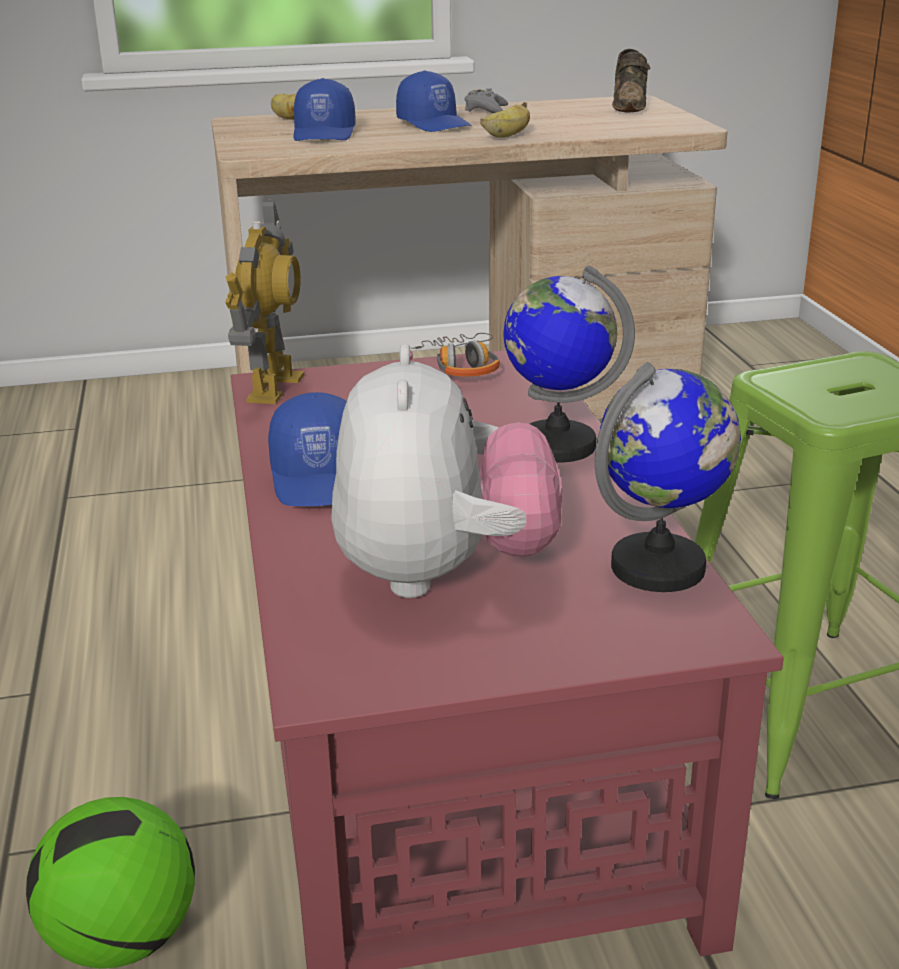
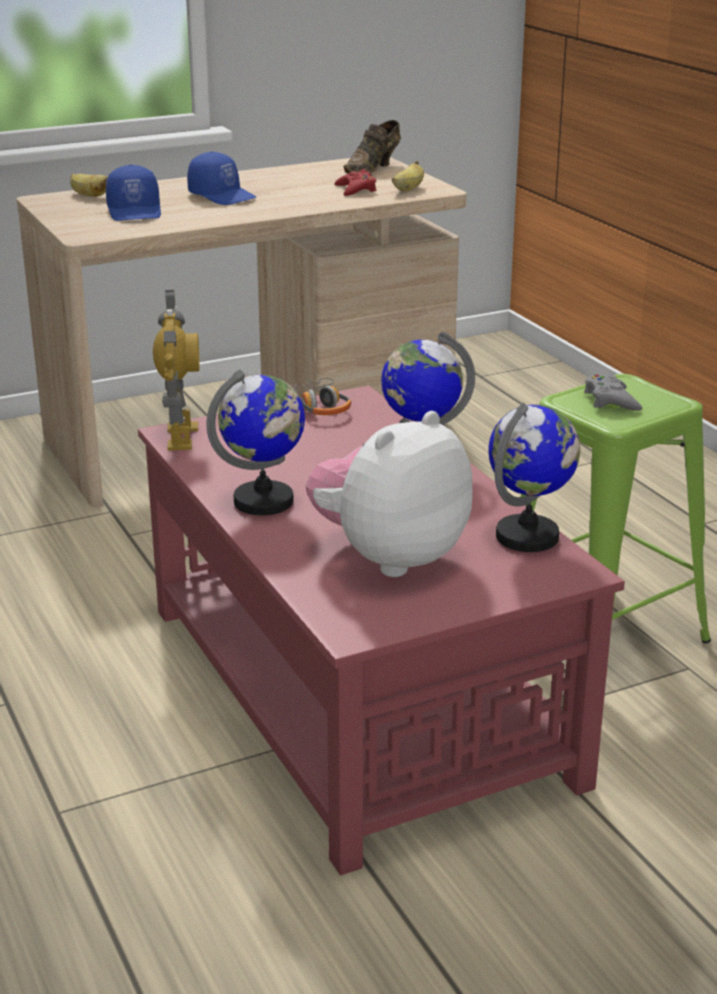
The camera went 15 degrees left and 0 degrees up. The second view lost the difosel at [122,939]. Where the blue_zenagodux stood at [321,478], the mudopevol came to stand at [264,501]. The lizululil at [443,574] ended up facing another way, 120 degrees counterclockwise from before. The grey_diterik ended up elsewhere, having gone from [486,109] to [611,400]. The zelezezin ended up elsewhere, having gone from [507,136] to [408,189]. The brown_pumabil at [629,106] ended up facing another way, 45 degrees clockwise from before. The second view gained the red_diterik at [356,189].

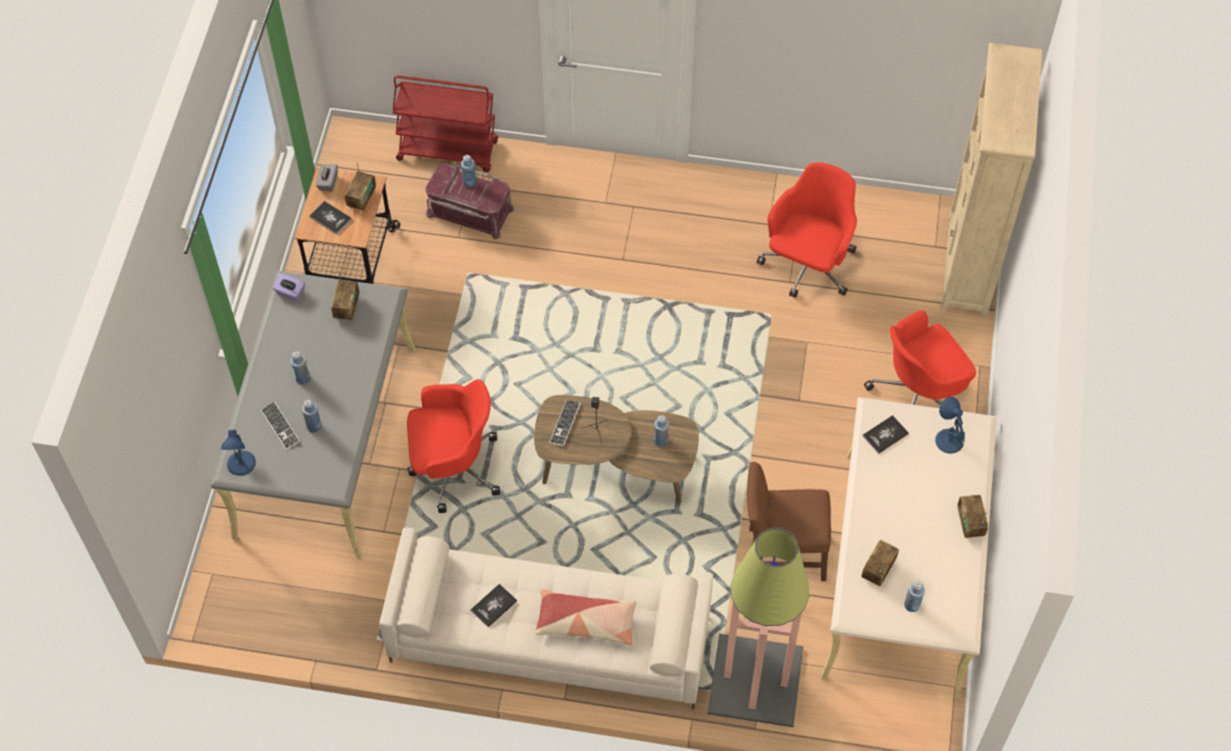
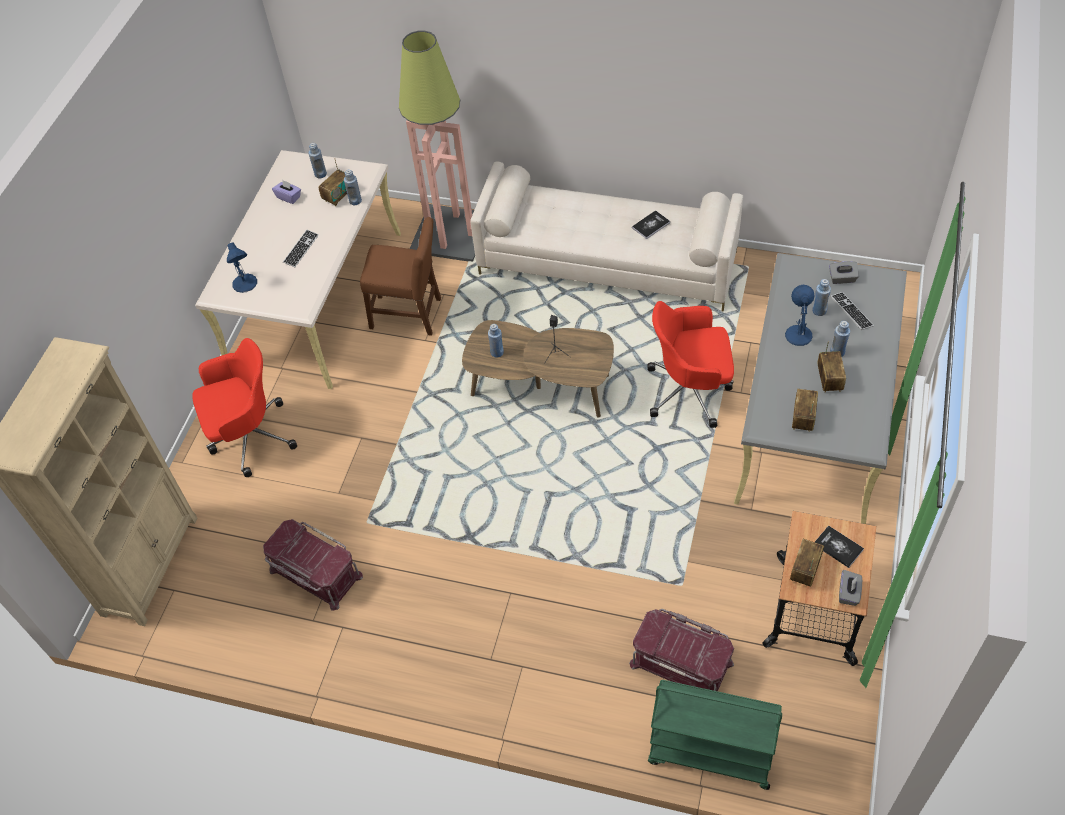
The camera went 170 degrees left and 5 degrees down. The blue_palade ended up elsewhere, having gone from [241,464] to [798,334]. The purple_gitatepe ended up elsewhere, having gone from [290,292] to [289,197]. What was the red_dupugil at [448,150] turned into the green_dupugil at [710,753]. The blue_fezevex ended up elsewhere, having gone from [469,182] to [355,201]. The second view lost the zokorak at [586,622]. The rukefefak ended up elsewhere, having gone from [565,423] to [301,249]. Where the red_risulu stood at [808,266], the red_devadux came to stand at [314,574]. The second view lost the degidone at [885,435]. The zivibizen ended up elsewhere, having gone from [970,523] to [829,380]. The second view gained the grey_gitatepe at [842,279].

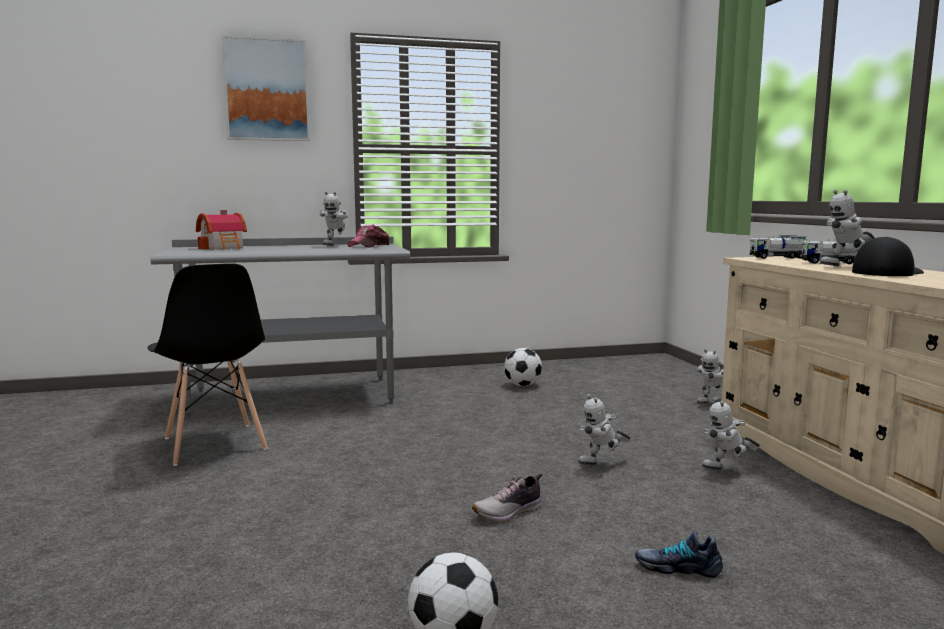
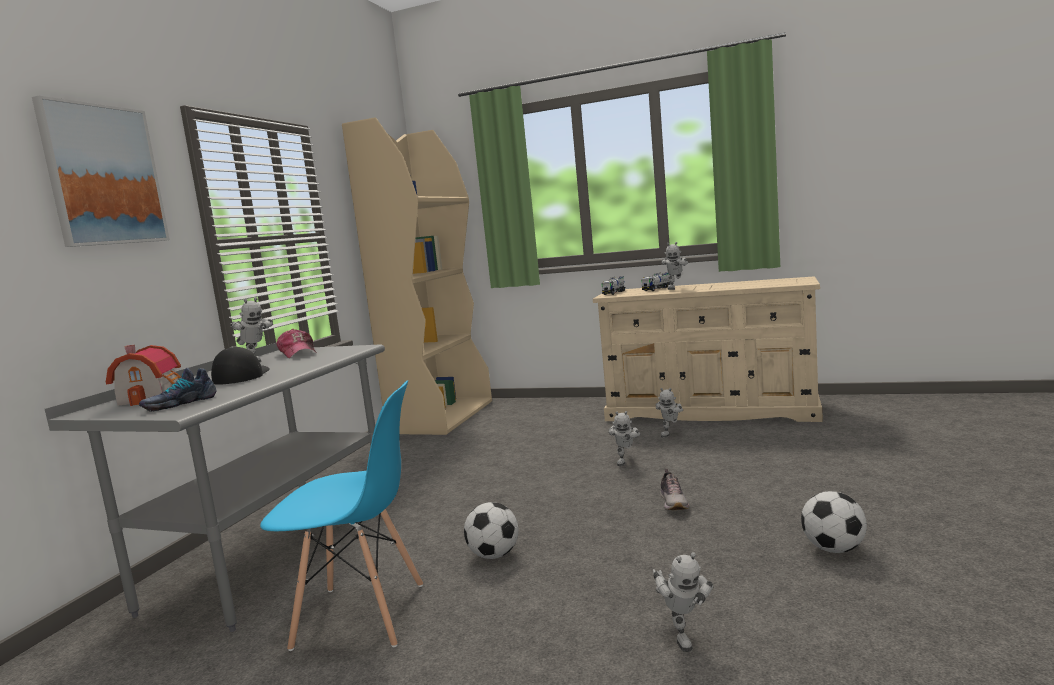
The camera went 55 degrees left and 0 degrees up. What was the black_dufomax at [214,444] turned into the blue_dufomax at [361,616]. The difosel ended up elsewhere, having gone from [522,385] to [494,555]. The pumabil ended up elsewhere, having gone from [677,567] to [180,403]. The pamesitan ended up elsewhere, having gone from [711,402] to [682,635]. The zenagodux ended up elsewhere, having gone from [886,272] to [241,376]. The second view gained the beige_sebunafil at [442,416].

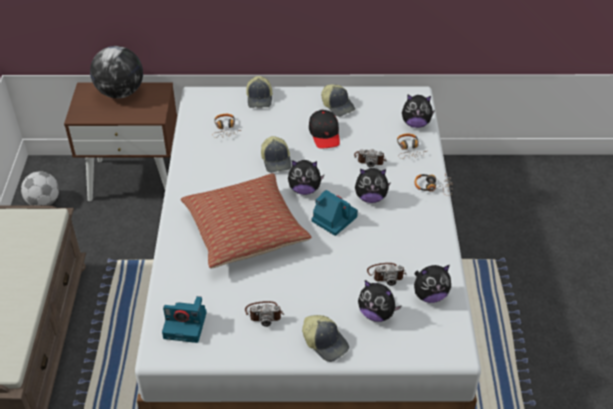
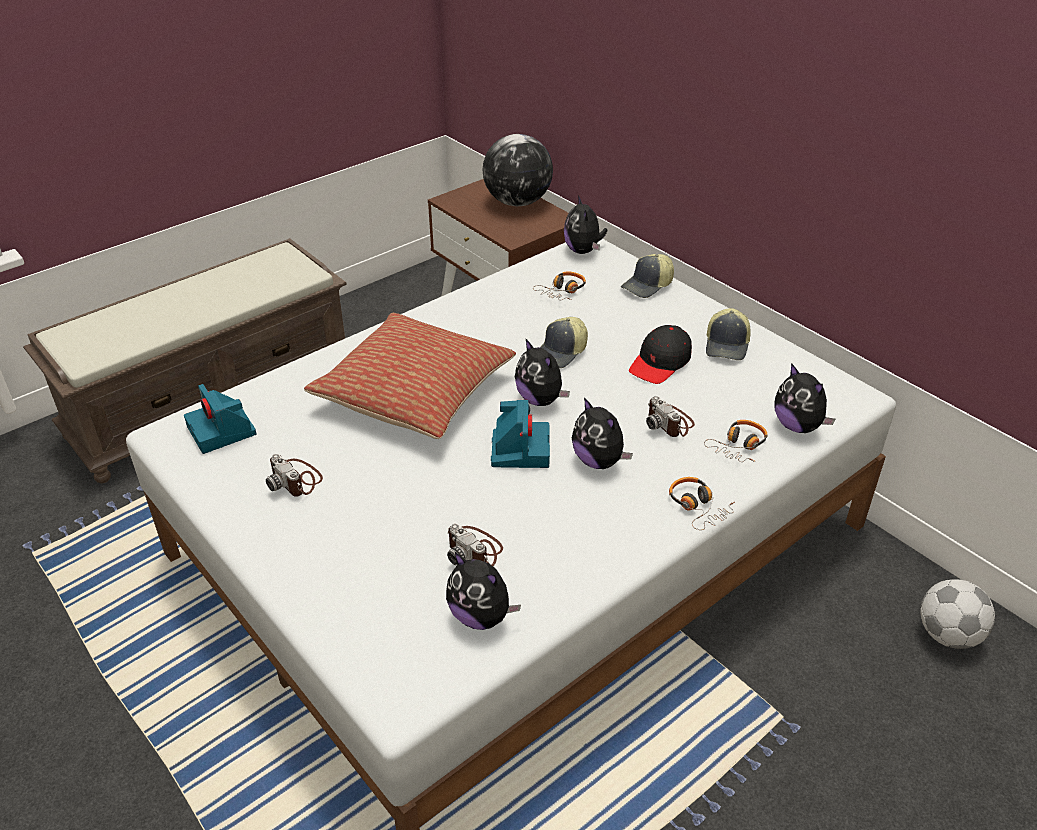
The camera went 50 degrees right and 5 degrees down. The difosel ended up elsewhere, having gone from [44,202] to [948,635]. The second view lost the zenagodux at [325,342]. The lizululil ended up elsewhere, having gone from [376,314] to [583,251].

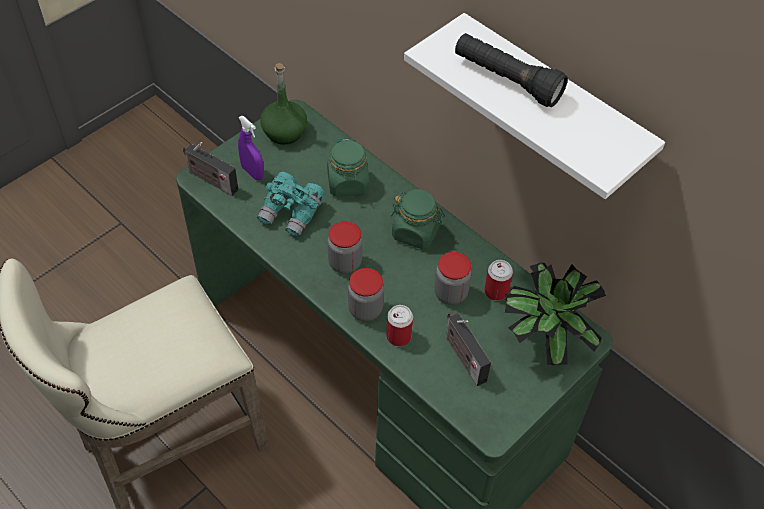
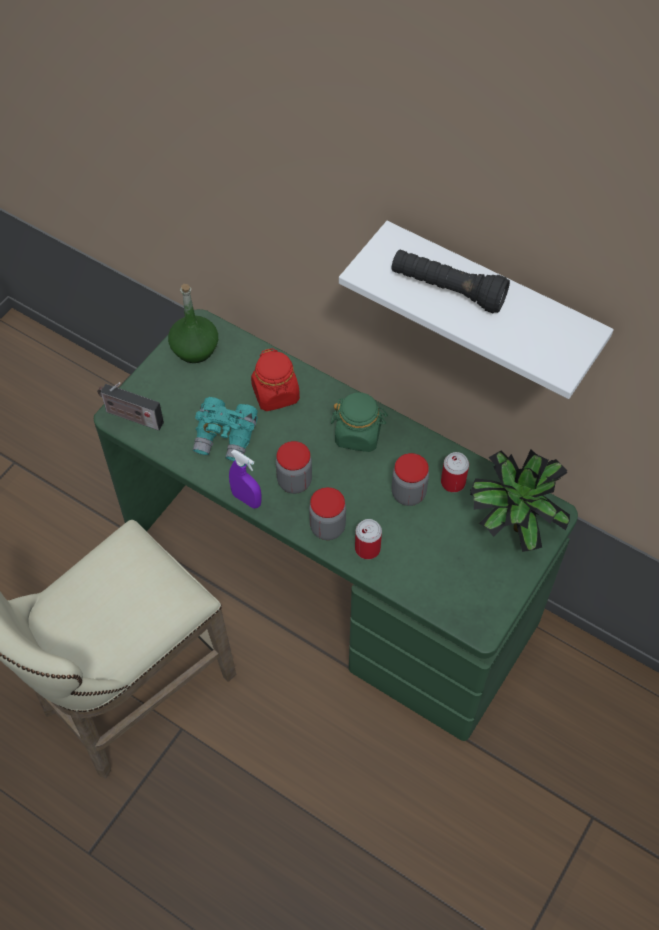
The camera went 10 degrees left and 5 degrees up. The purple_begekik ended up elsewhere, having gone from [252,172] to [246,499]. What was the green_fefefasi at [348,183] turned into the red_fefefasi at [276,394]. The second view lost the zivibizen at [463,357].

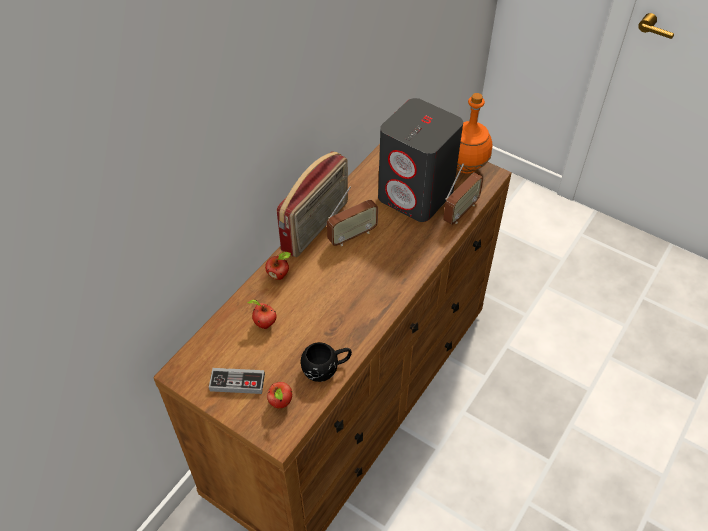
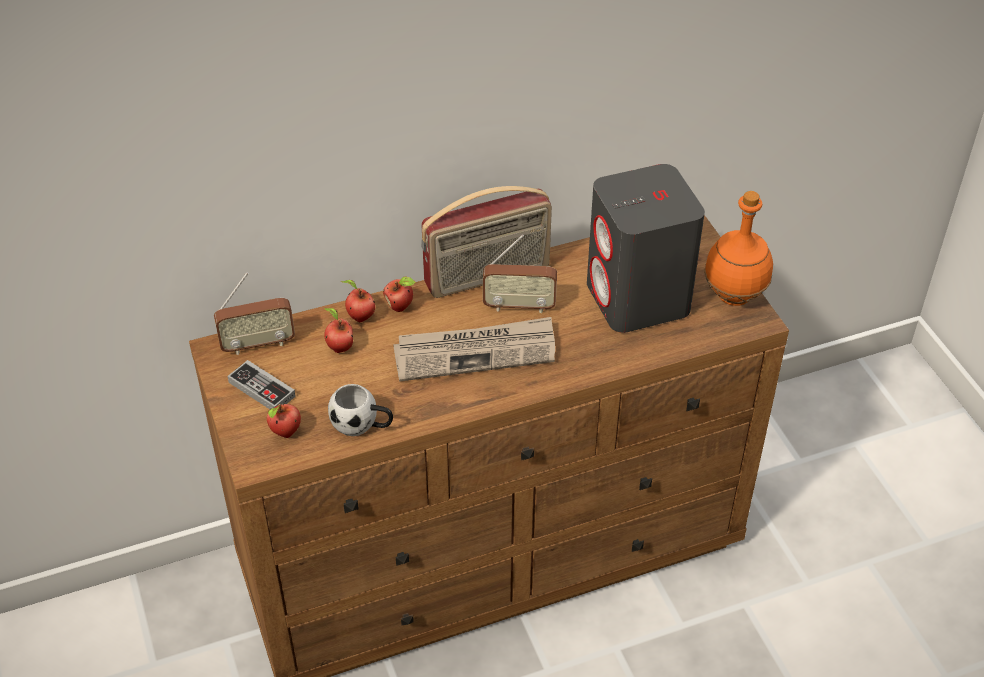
The camera went 35 degrees right and 5 degrees down. What was the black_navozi at [326,368] turned into the white_navozi at [362,425]. The zivibizen ended up elsewhere, having gone from [460,212] to [258,344]. The second view gained the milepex at [359,317]. The second view gained the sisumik at [476,352].

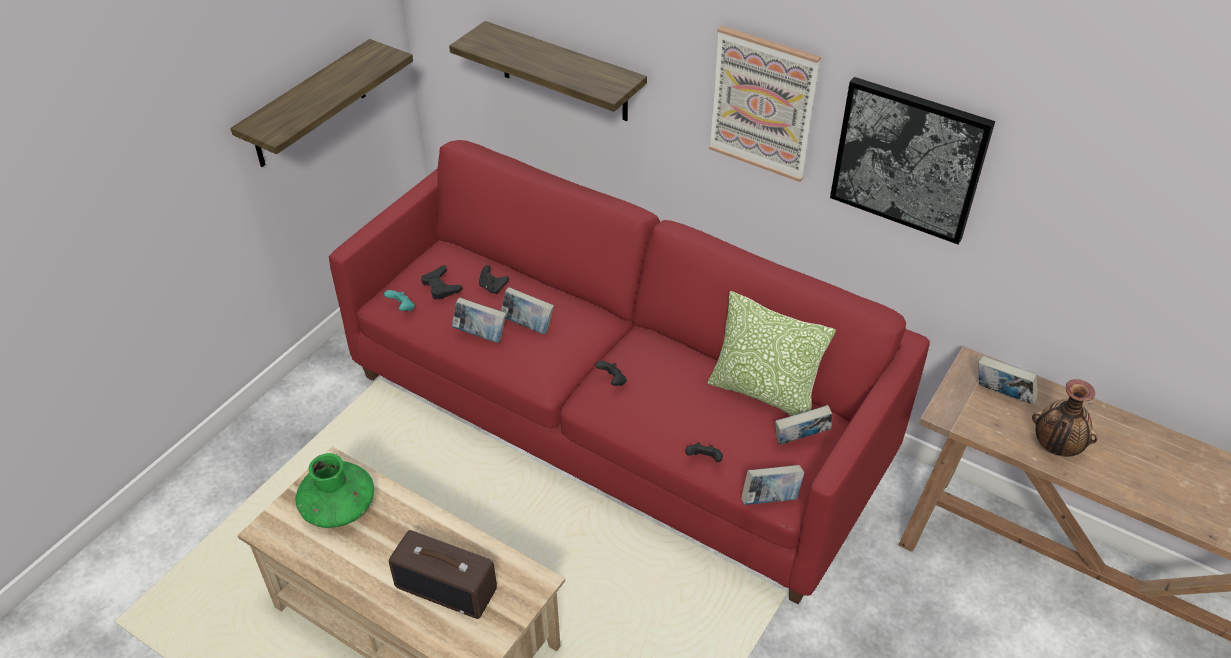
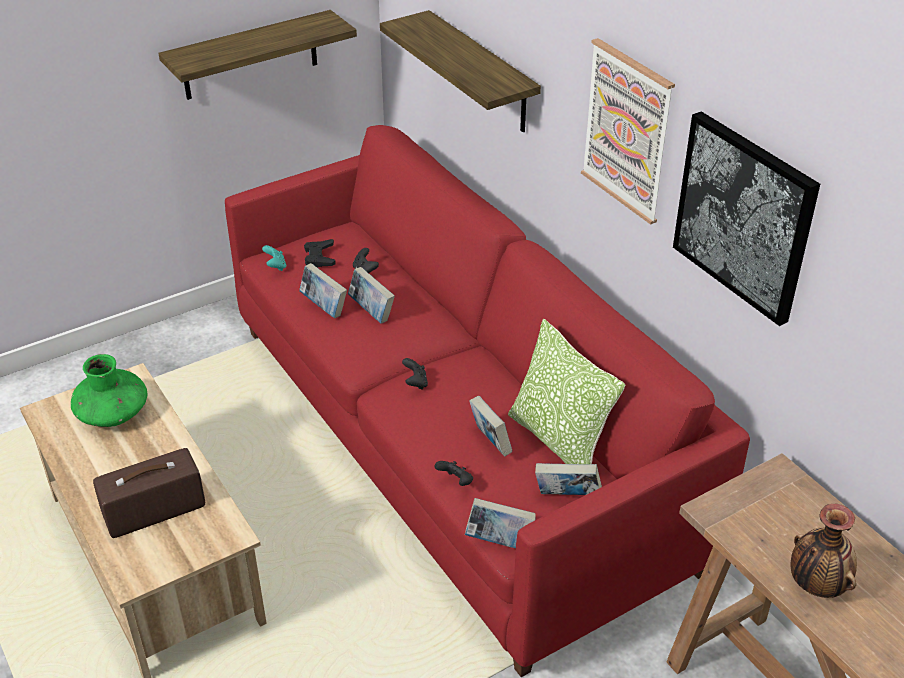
The camera went 25 degrees right and 5 degrees down. The zivibizen at [447,587] ended up facing another way, 105 degrees clockwise from before. The degidone ended up elsewhere, having gone from [1001,395] to [490,442].

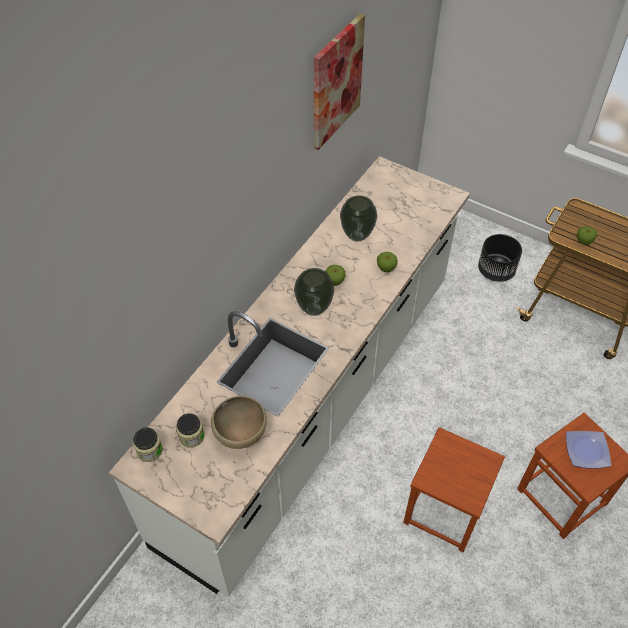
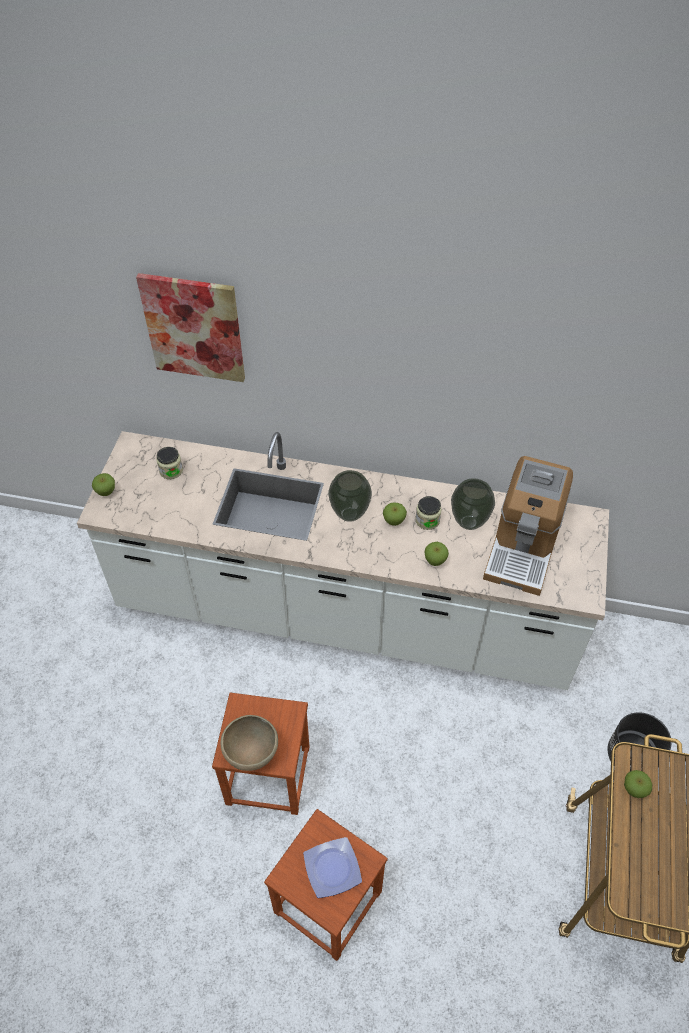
The camera went 70 degrees right and 0 degrees up. The fefefasi ended up elsewhere, having gone from [150,451] to [427,520]. The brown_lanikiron ended up elsewhere, having gone from [241,435] to [251,754]. The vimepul ended up elsewhere, having gone from [336,82] to [194,327]. The second view gained the milepex at [106,492]. The second view gained the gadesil at [523,547].

